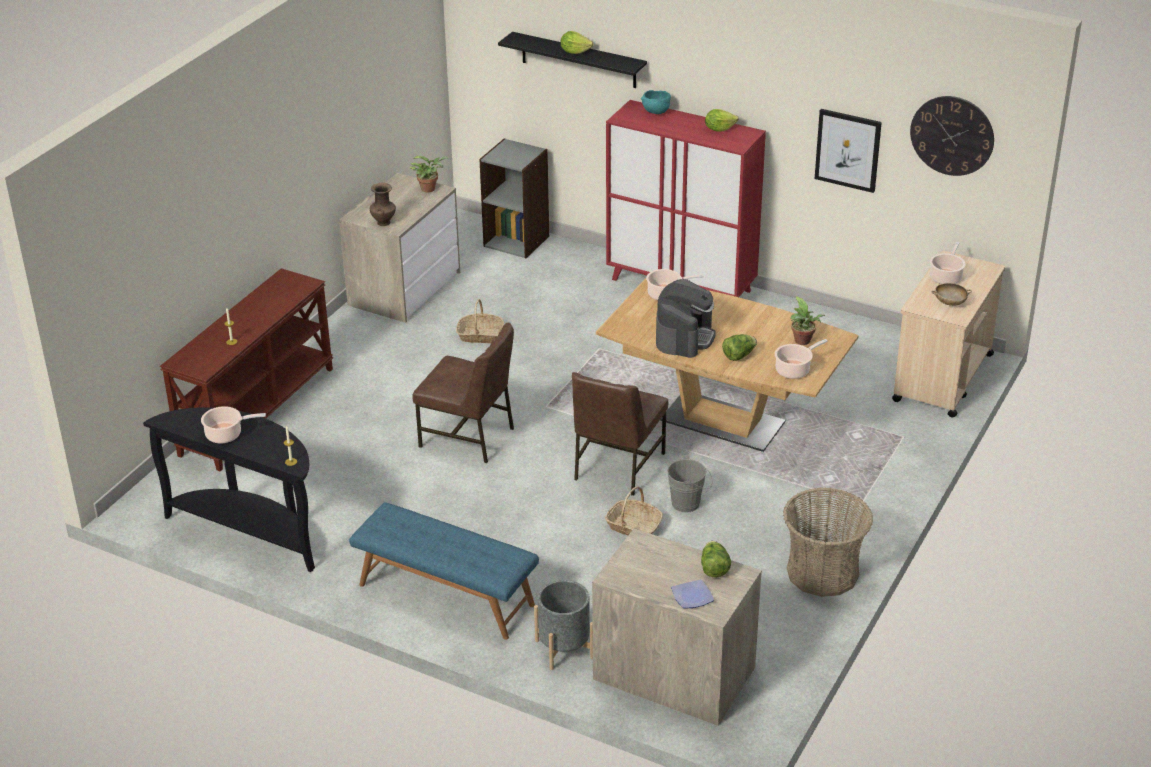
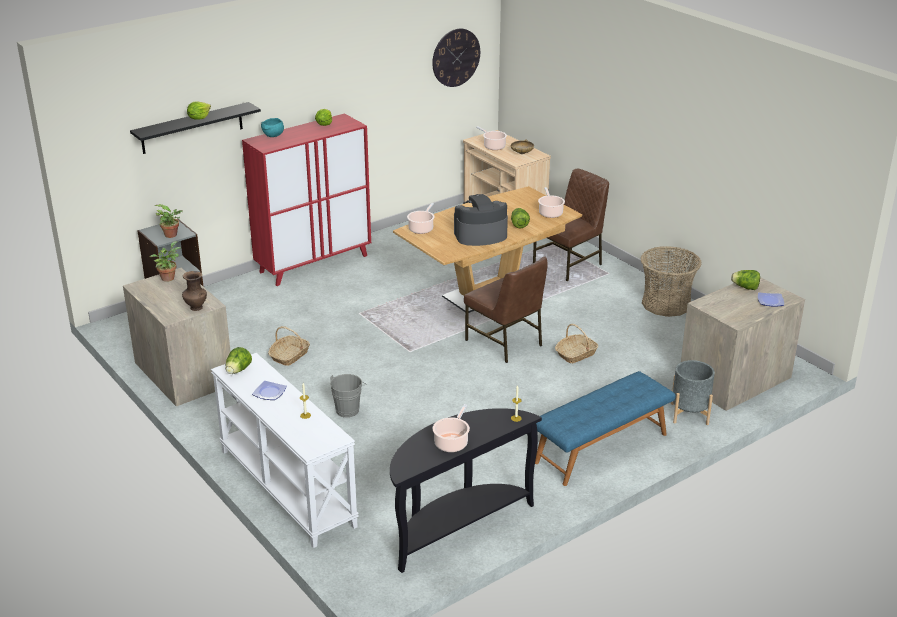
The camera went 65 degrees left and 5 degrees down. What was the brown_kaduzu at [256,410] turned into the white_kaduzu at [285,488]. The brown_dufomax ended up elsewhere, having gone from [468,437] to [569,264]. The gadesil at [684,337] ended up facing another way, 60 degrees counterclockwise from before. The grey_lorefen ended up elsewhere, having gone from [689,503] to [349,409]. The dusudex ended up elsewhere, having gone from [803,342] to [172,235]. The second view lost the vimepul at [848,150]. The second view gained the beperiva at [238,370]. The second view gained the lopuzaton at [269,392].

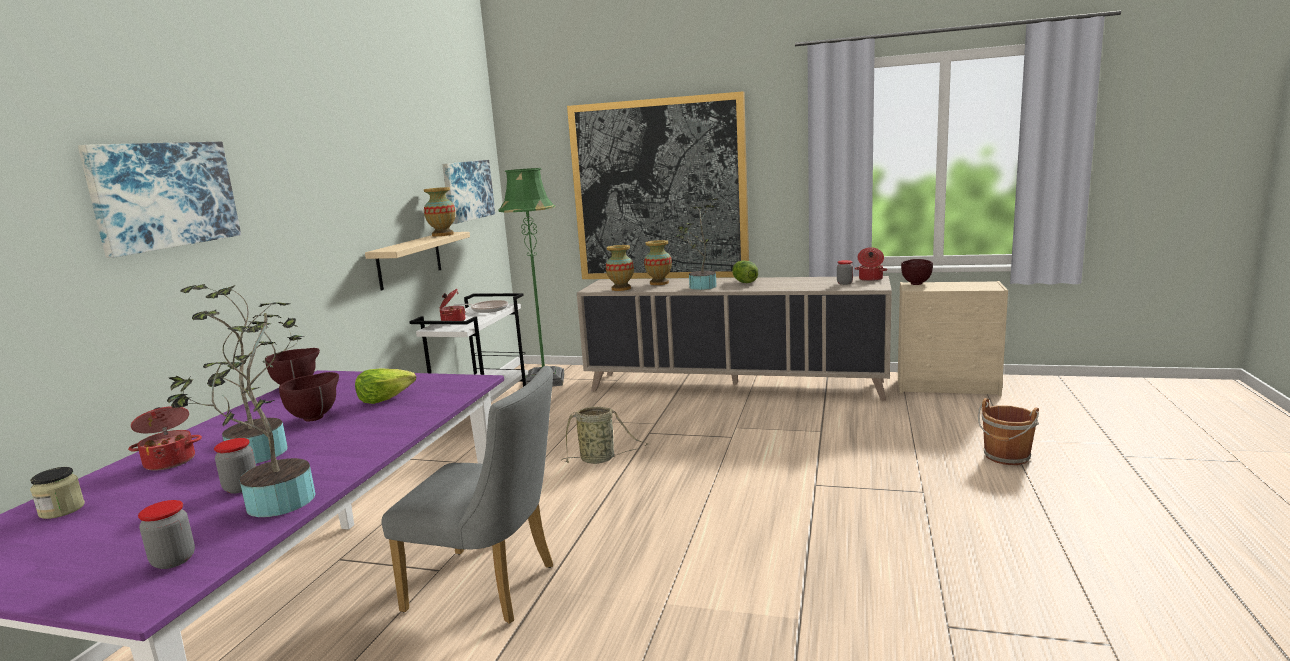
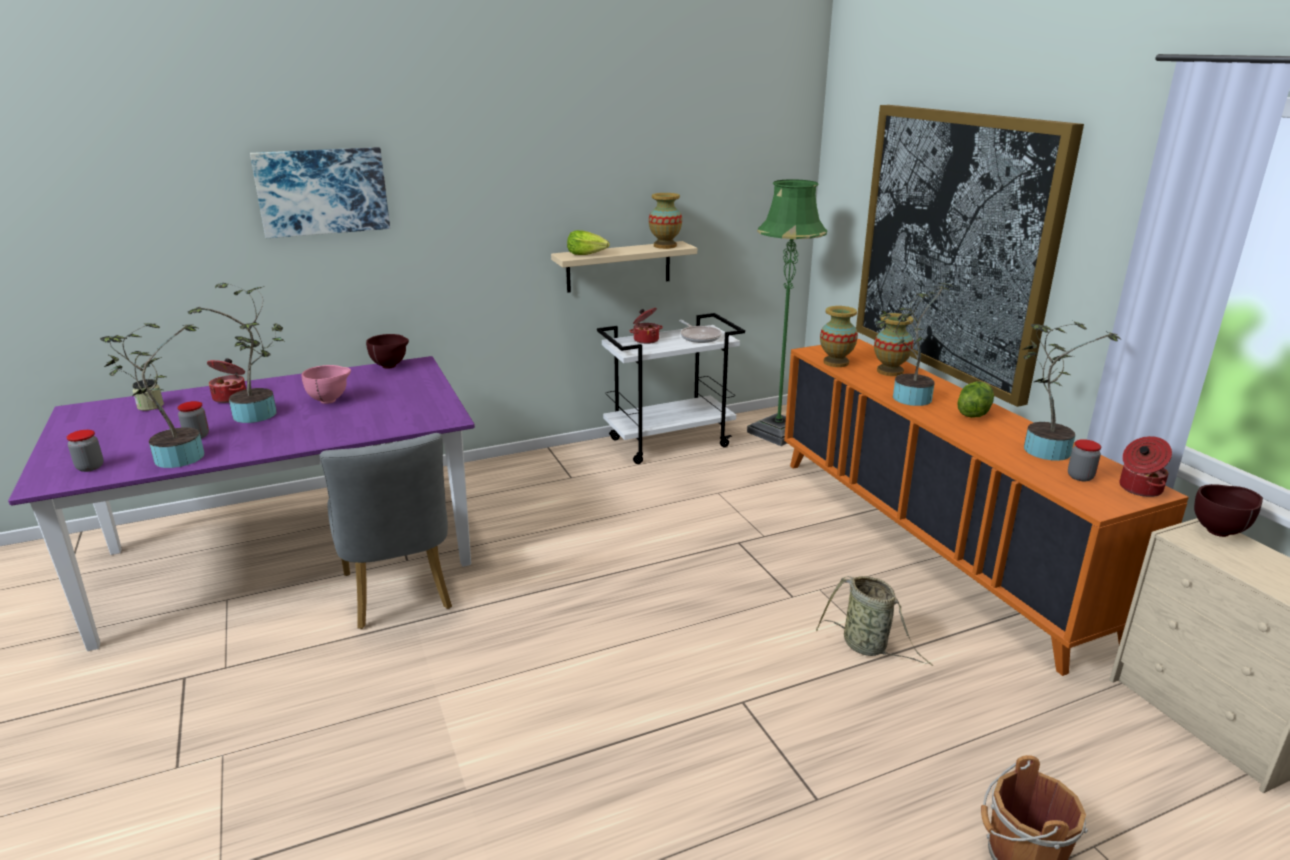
The camera went 50 degrees right and 10 degrees up. What was the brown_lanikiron at [316,417] turned into the pink_lanikiron at [330,401]. The beperiva ended up elsewhere, having gone from [385,399] to [587,254]. The second view lost the vimepul at [467,190]. The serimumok ended up elsewhere, having gone from [600,459] to [868,647]. What was the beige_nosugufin at [734,385] turned into the orange_nosugufin at [930,541]. The second view gained the dusudex at [1042,448].

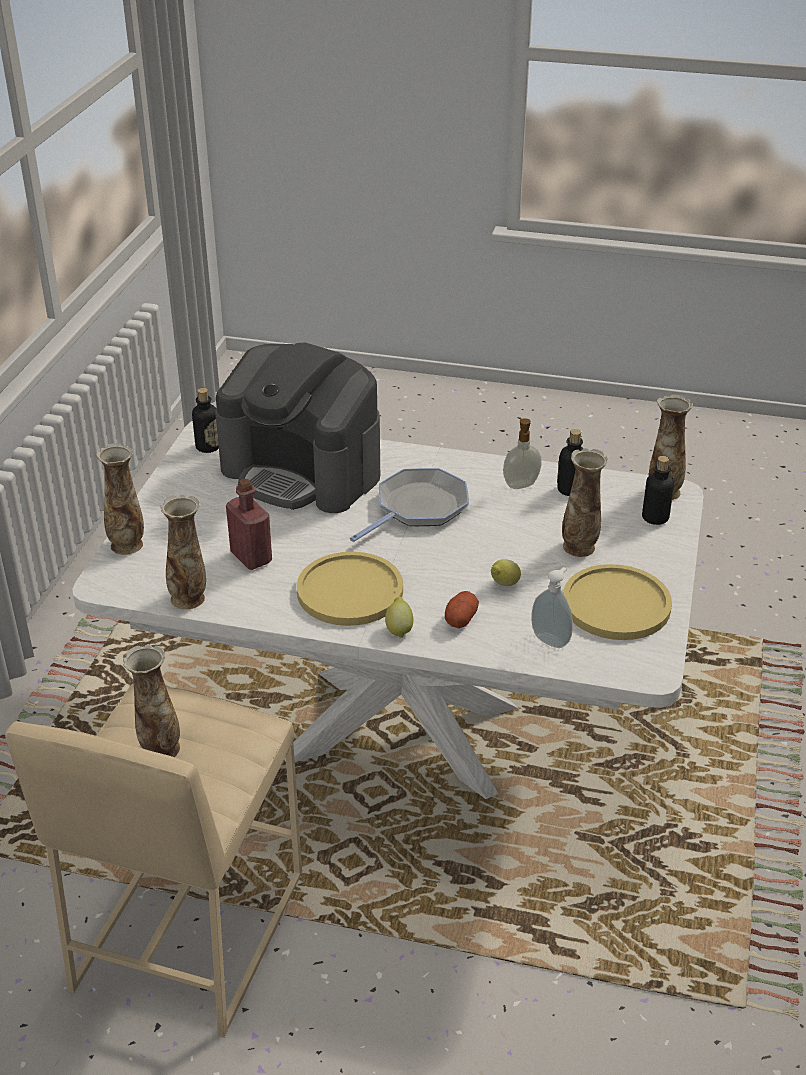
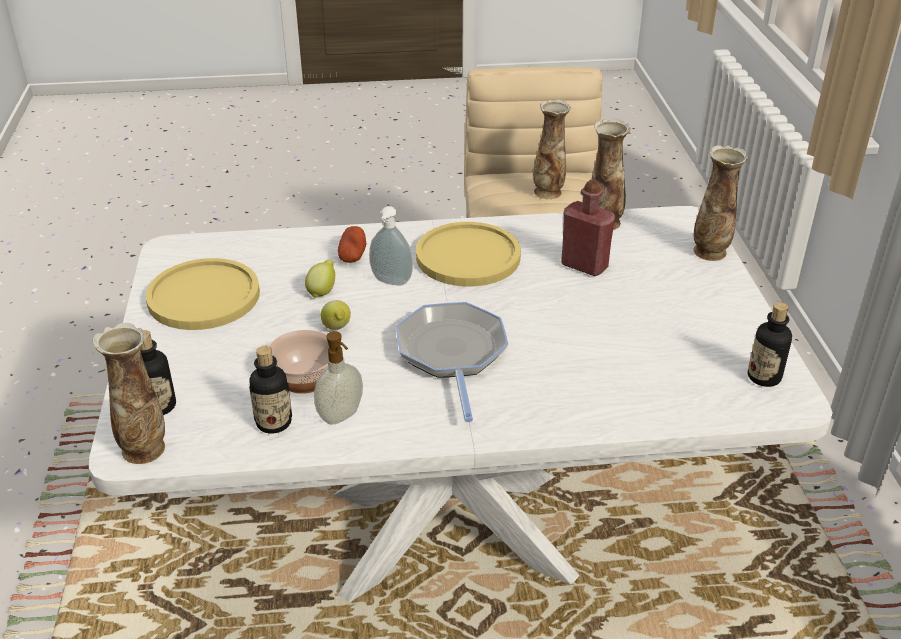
The camera went 160 degrees right and 0 degrees up. The second view lost the gadesil at [303,472]. The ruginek at [418,508] ended up facing another way, 150 degrees clockwise from before. The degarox ended up elsewhere, having gone from [399,629] to [337,329]. The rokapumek ended up elsewhere, having gone from [551,639] to [390,282]. The second view lost the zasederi at [579,548]. The second view gained the lanikiron at [304,377].

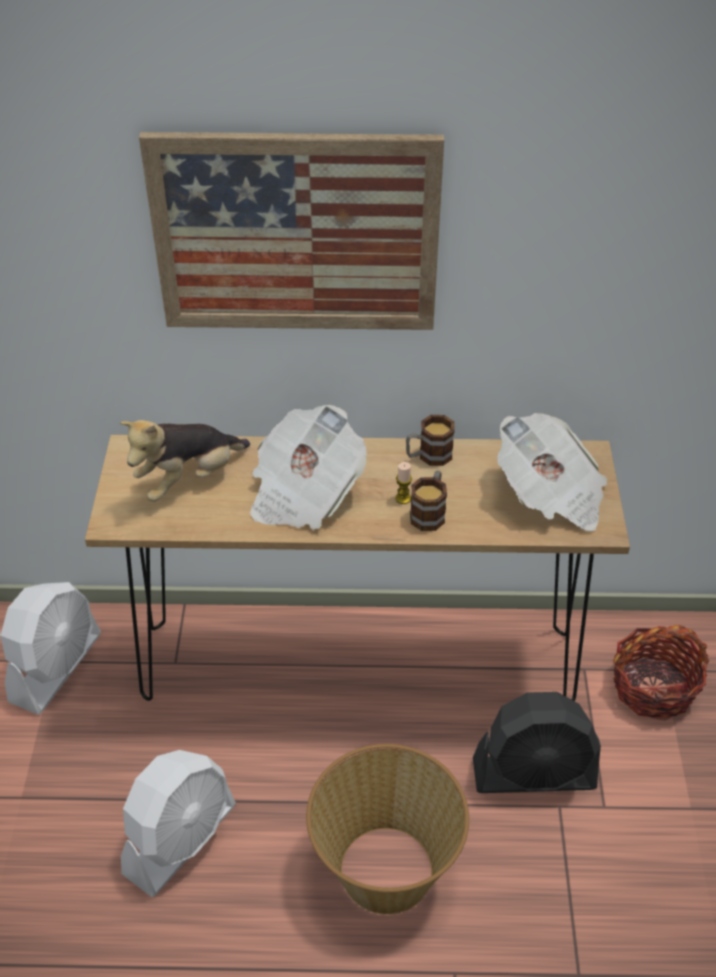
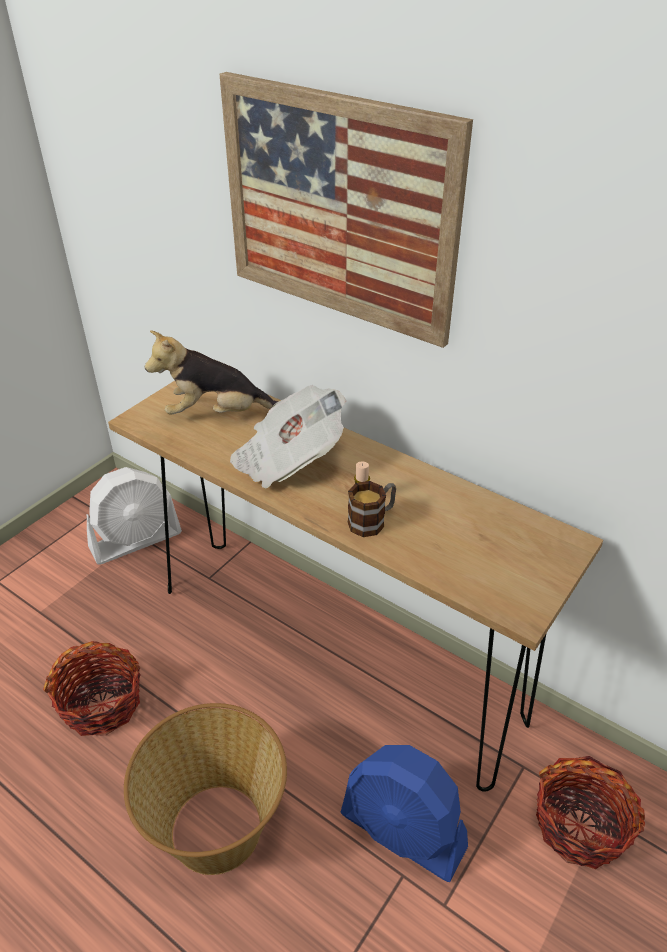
The camera went 35 degrees right and 5 degrees down. Where the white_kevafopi stood at [181,839], the serimumok came to stand at [102,703]. The second view lost the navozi at [428,456]. What was the black_kevafopi at [534,774] turned into the blue_kevafopi at [403,831]. The second view lost the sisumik at [550,495].

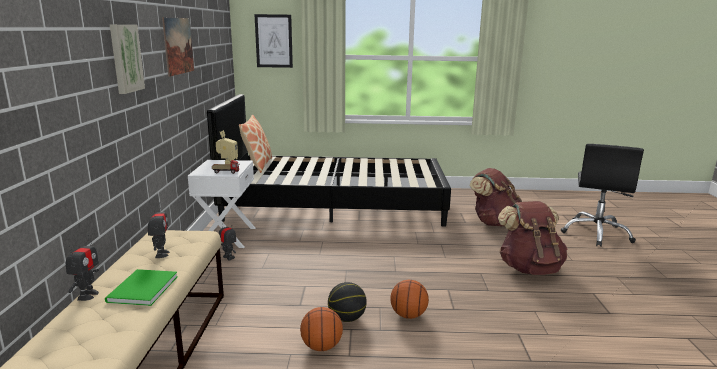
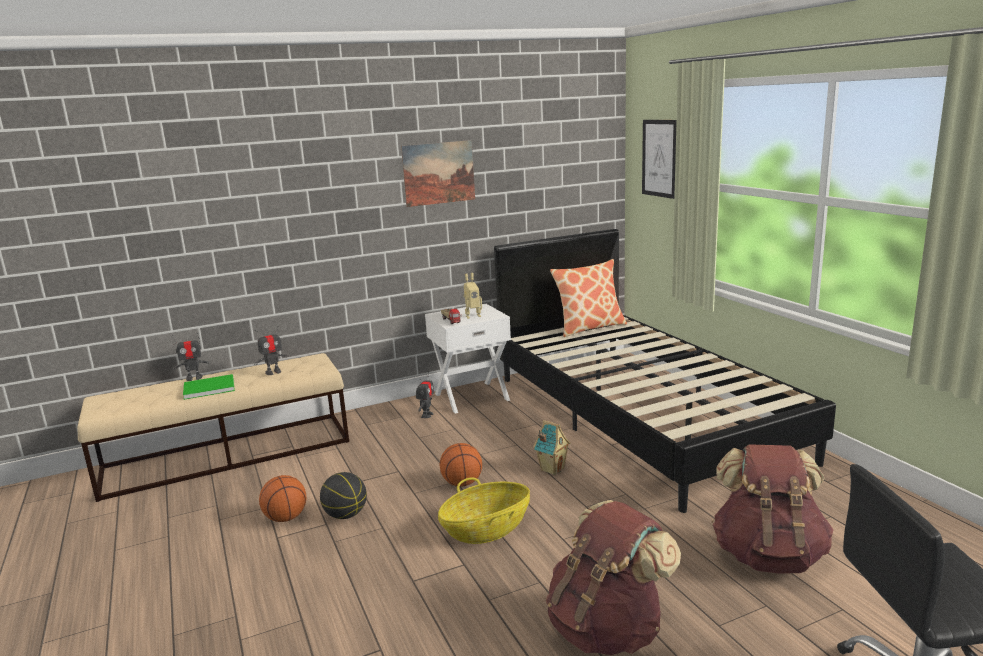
The camera went 65 degrees right and 0 degrees up. The second view lost the vimepul at [125,58]. The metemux ended up elsewhere, having gone from [408,315] to [462,483]. The second view gained the serimumok at [486,529]. The second view gained the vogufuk at [552,469].

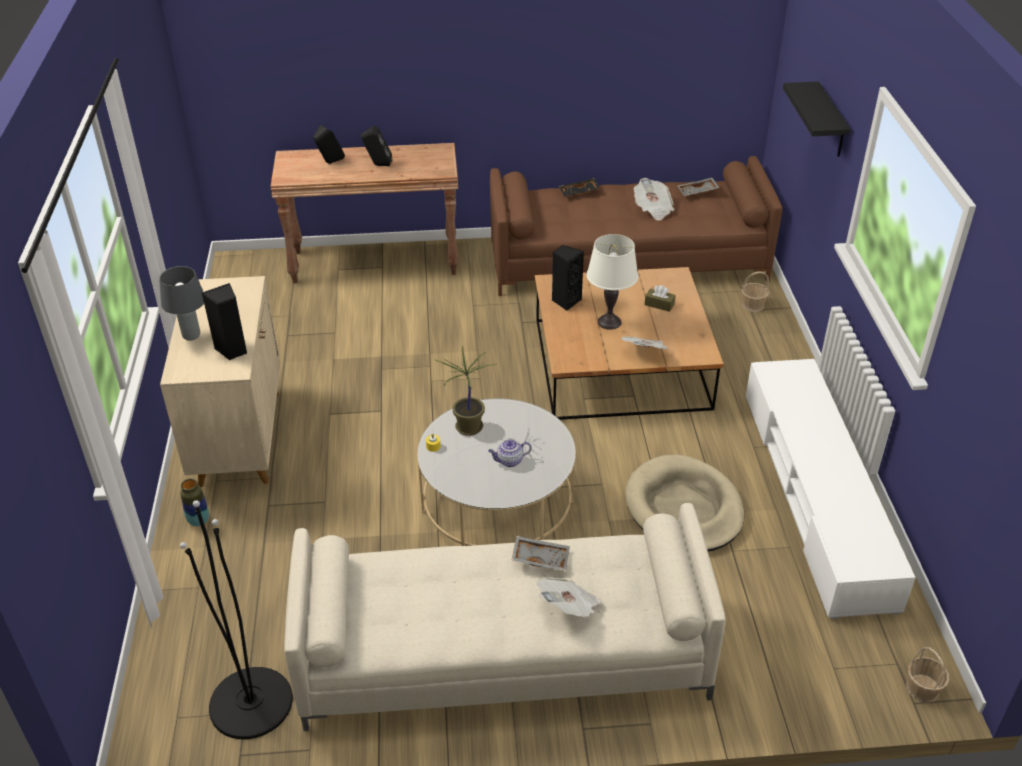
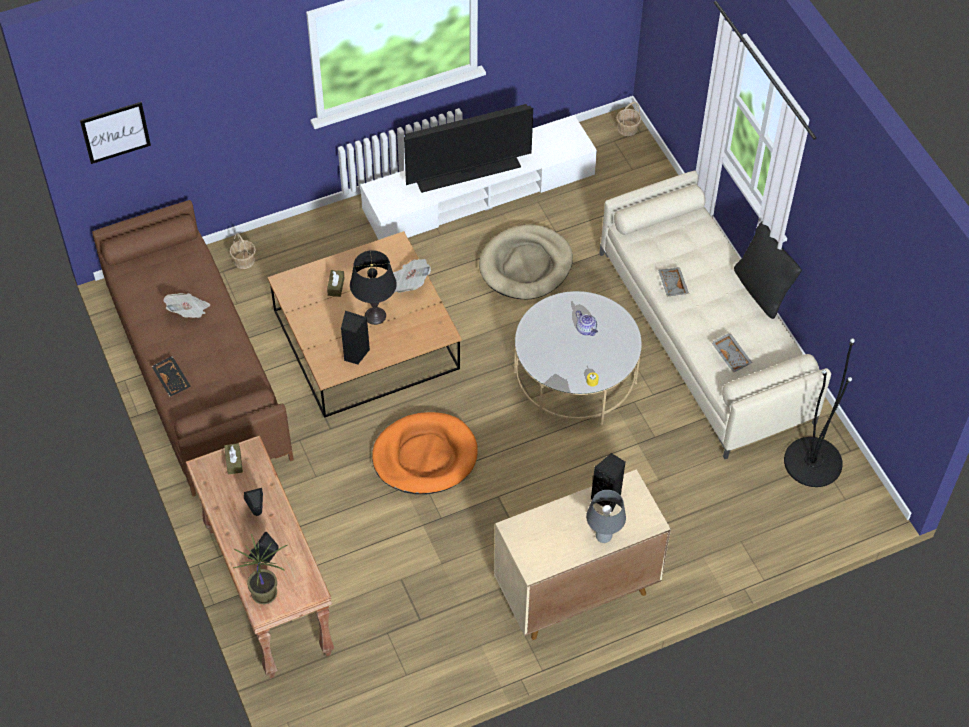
The camera went 110 degrees left and 15 degrees up. The second view lost the zasederi at [198,521]. The dusudex ended up elsewhere, having gone from [469,428] to [265,593]. The second view lost the sisumik at [569,607]. What was the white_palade at [609,322] turned into the black_palade at [375,316]. The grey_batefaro ended up elsewhere, having gone from [697,192] to [731,355]. The second view lost the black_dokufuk at [831,121]. The second view gained the vimepul at [115,132]. The second view gained the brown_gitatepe at [234,462]. The second view gained the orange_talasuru at [425,456]. The second view gained the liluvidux at [468,173]. The second view gained the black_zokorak at [762,290].

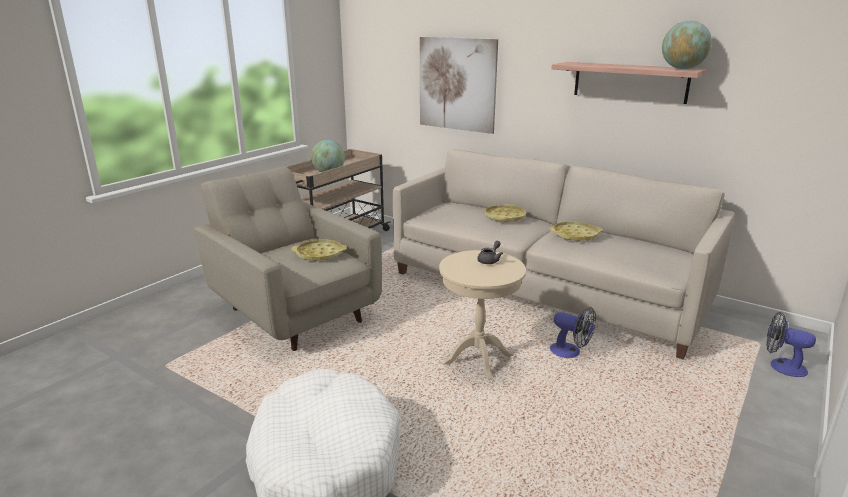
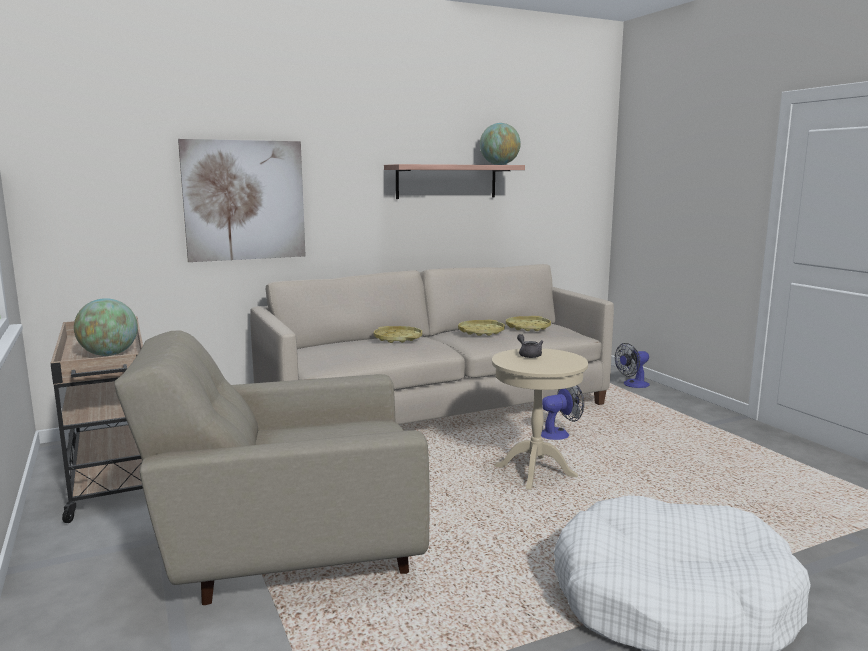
The camera went 60 degrees left and 10 degrees down. The yellow_batefaro ended up elsewhere, having gone from [319,254] to [528,327].

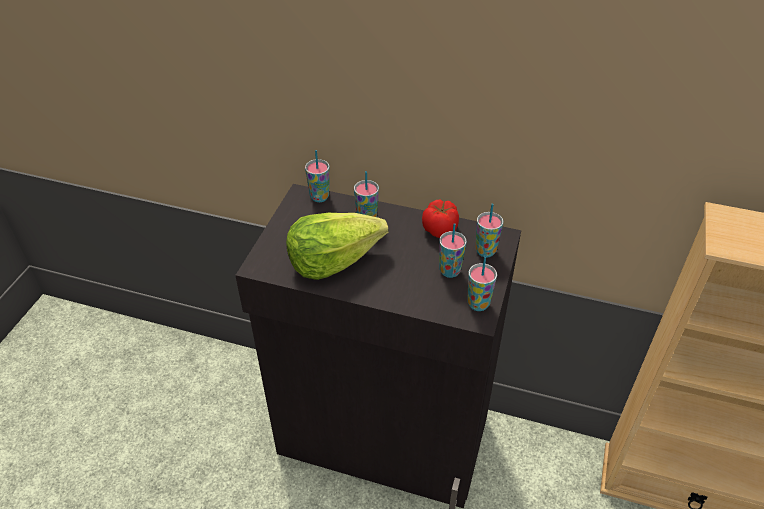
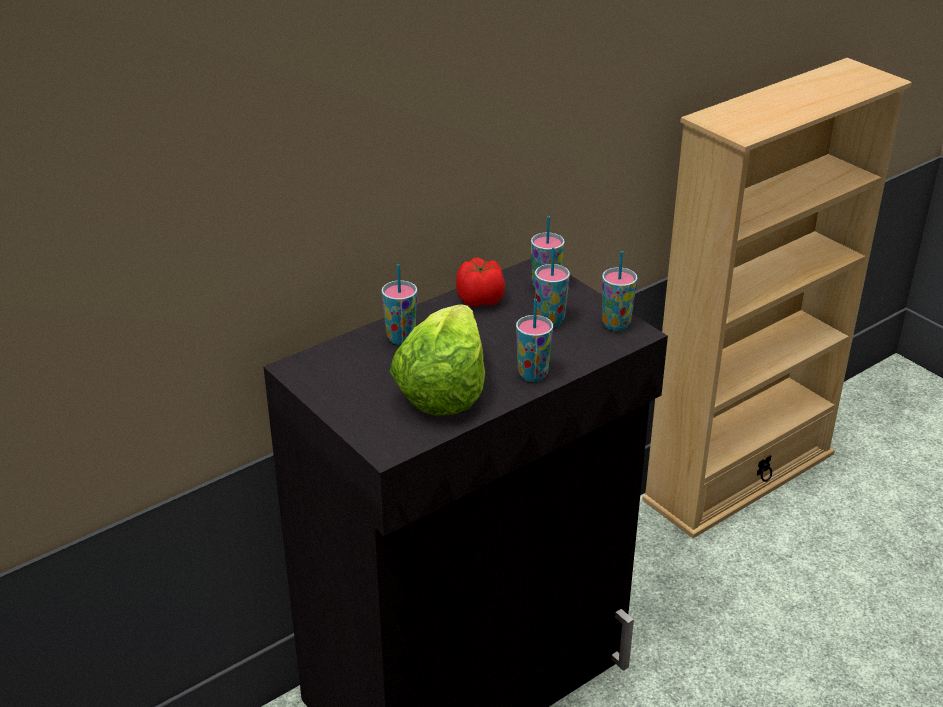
The camera went 55 degrees left and 10 degrees down. The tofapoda ended up elsewhere, having gone from [319,197] to [532,375].

